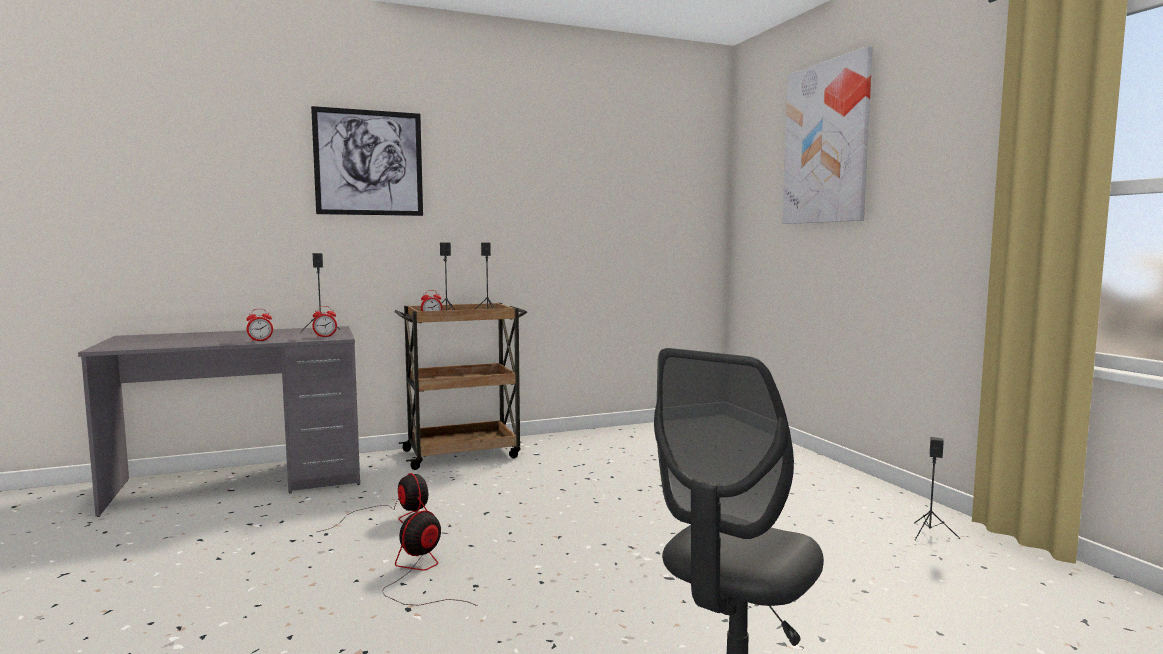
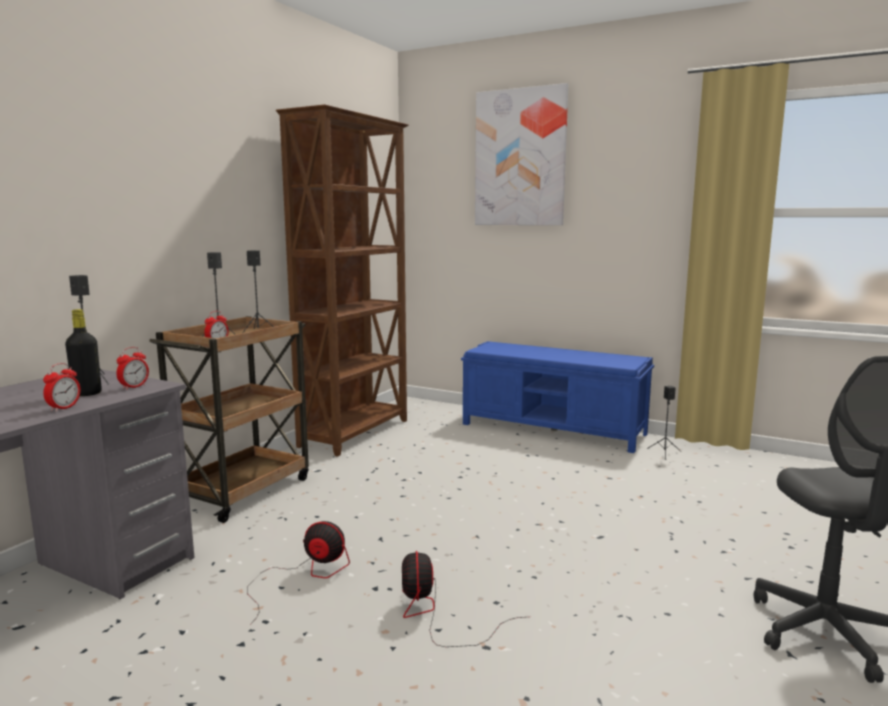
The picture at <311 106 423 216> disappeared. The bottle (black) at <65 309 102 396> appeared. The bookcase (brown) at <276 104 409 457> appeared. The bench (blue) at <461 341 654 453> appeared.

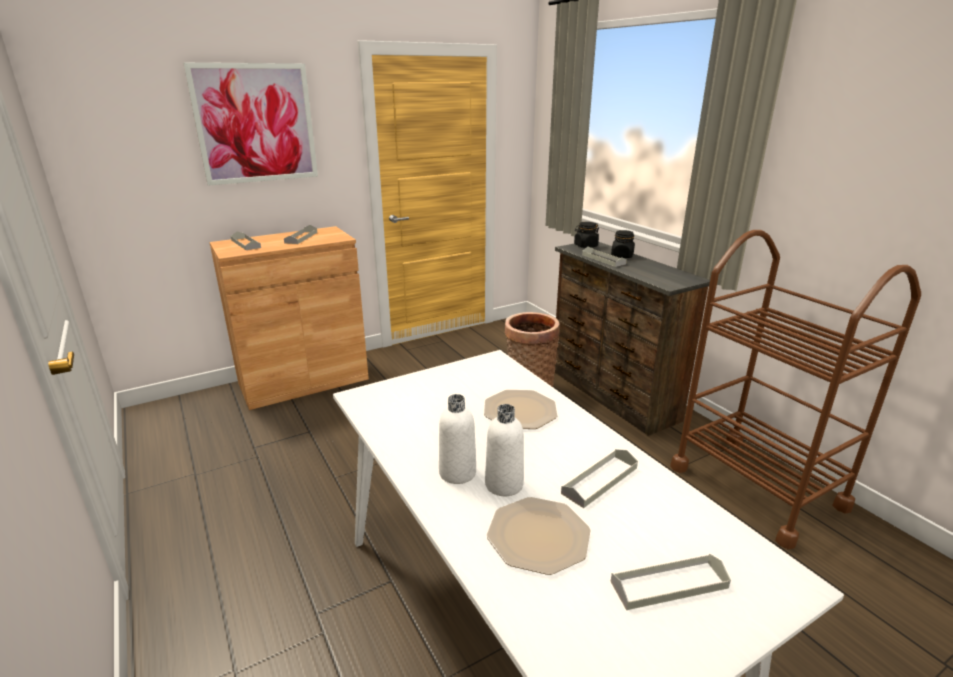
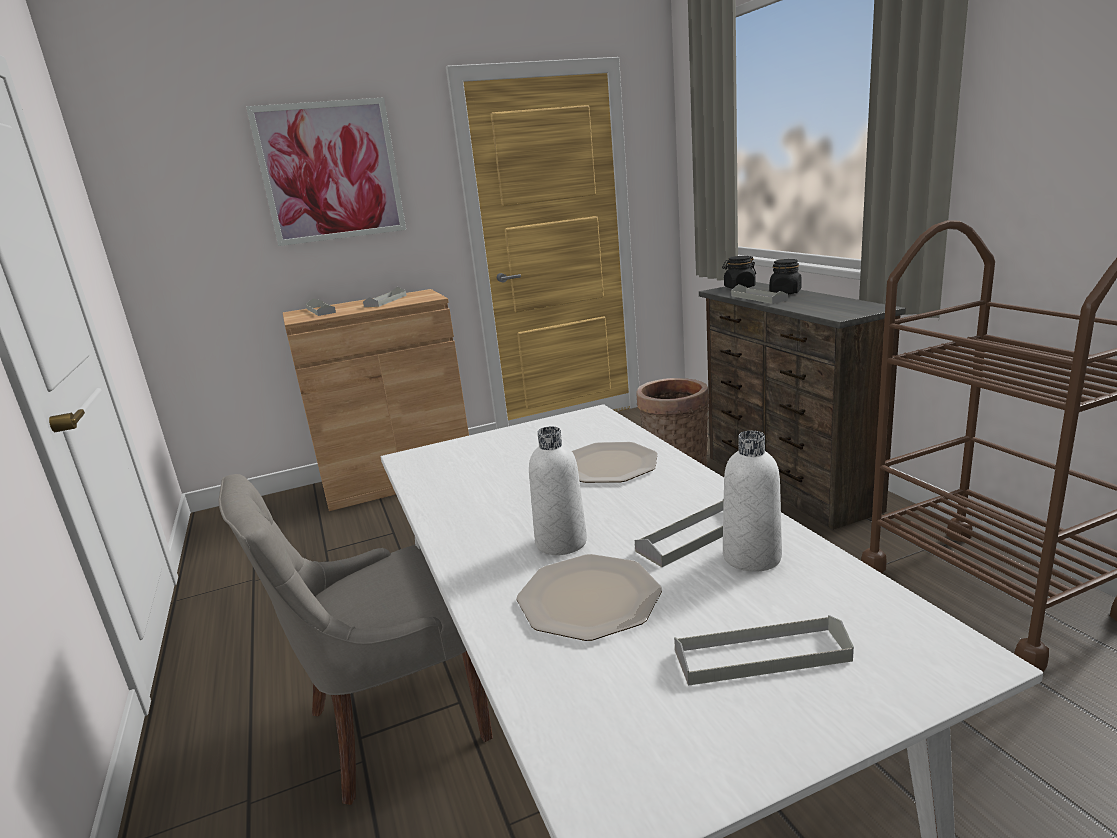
The chair (grey) at <218 474 493 805> appeared. The bottle (white) moved from <439 394 476 484> to <723 431 782 572>.

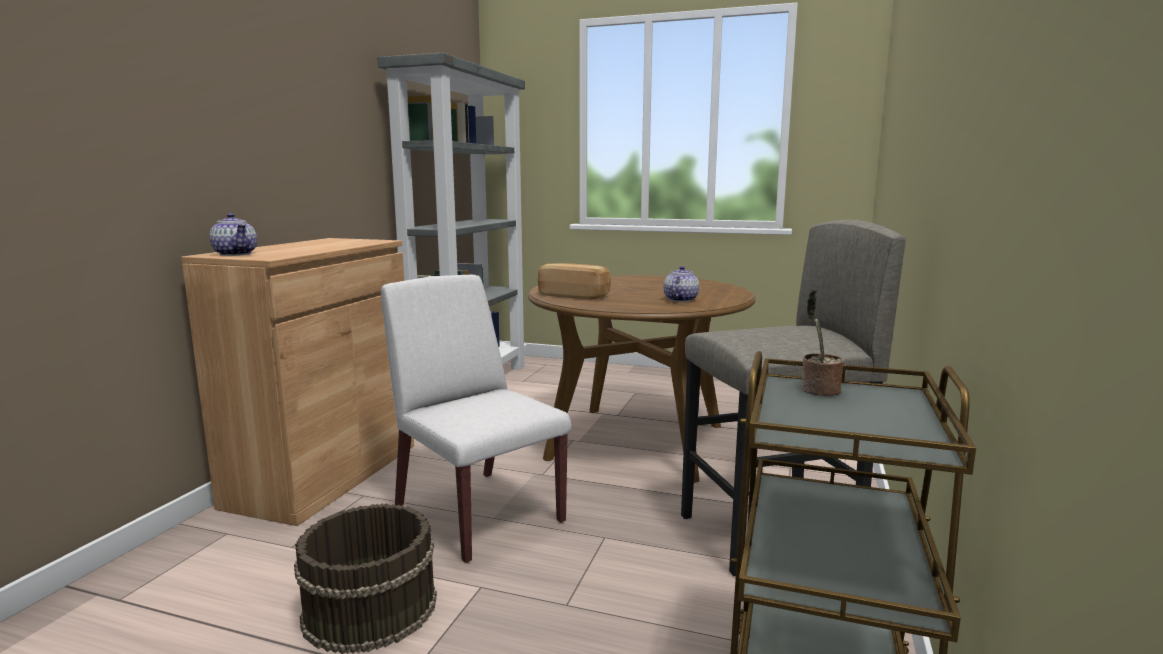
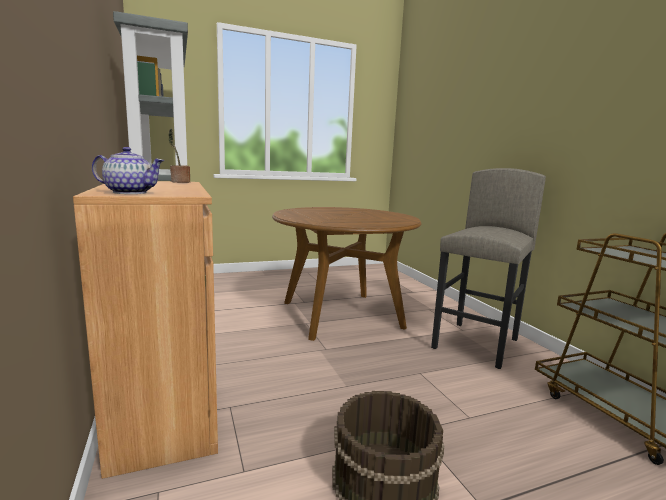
The chair (white) at <381 275 571 563> disappeared. The bread at <538 263 611 299> disappeared. The teapot at <664 266 699 302> disappeared. The potted plant moved from <802 289 844 396> to <168 128 190 183>.

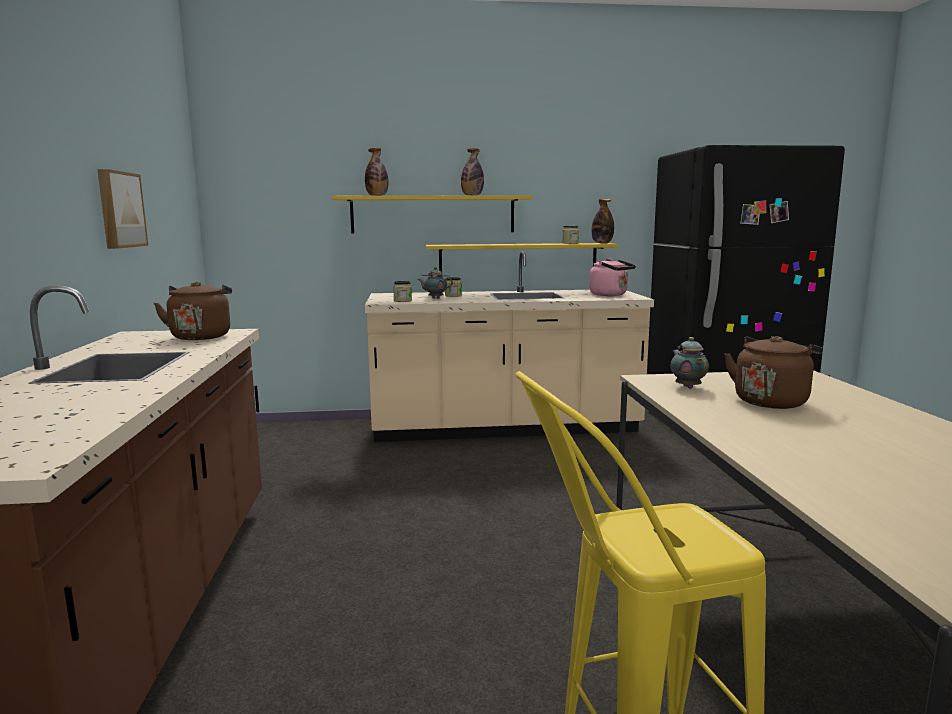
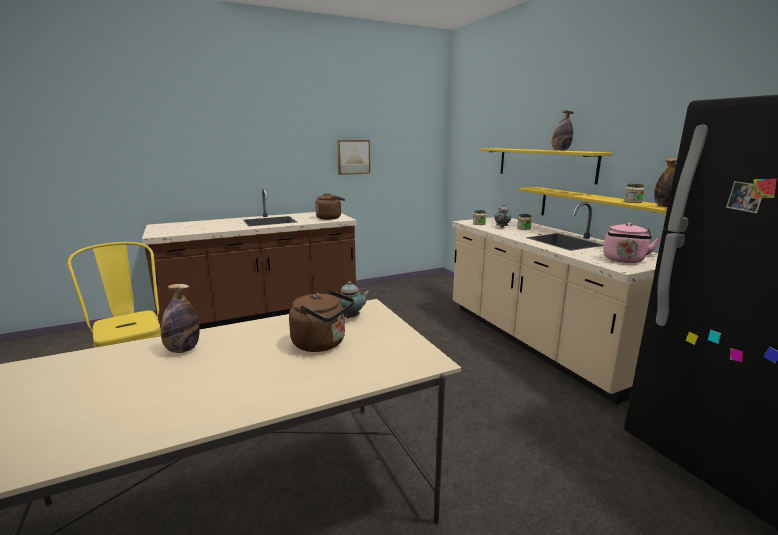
The bottle moved from <365 148 389 196> to <161 284 199 353>.

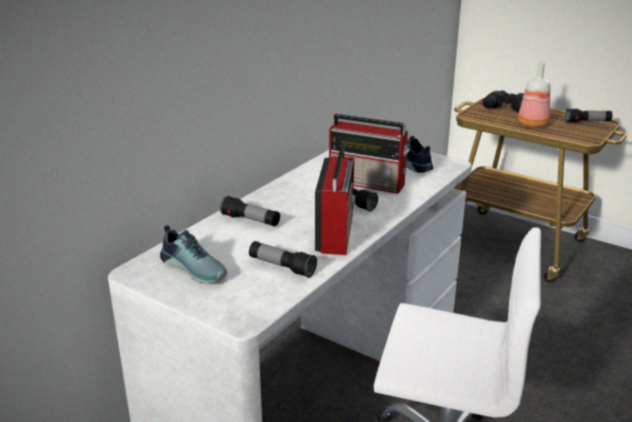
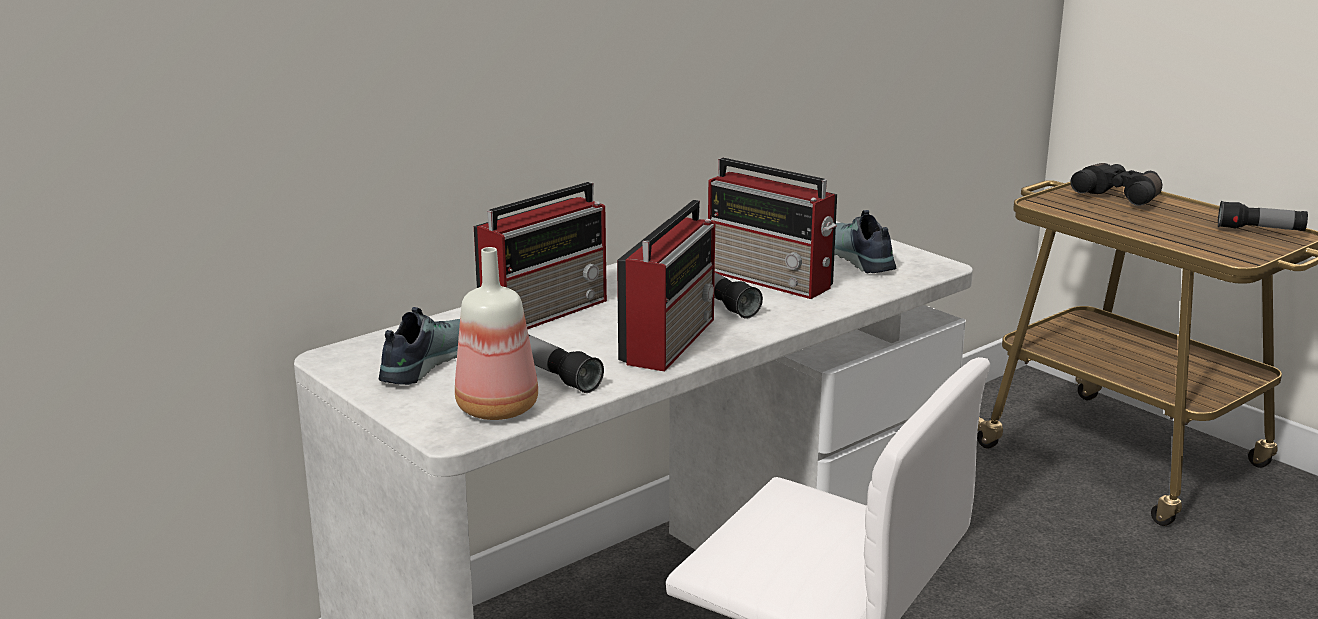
The bottle moved from <518 62 550 128> to <455 247 538 420>. The flashlight at <220 196 280 227> was replaced by the radio at <474 182 607 330>. The shoe at <160 225 227 284> turned 120 degrees counterclockwise.

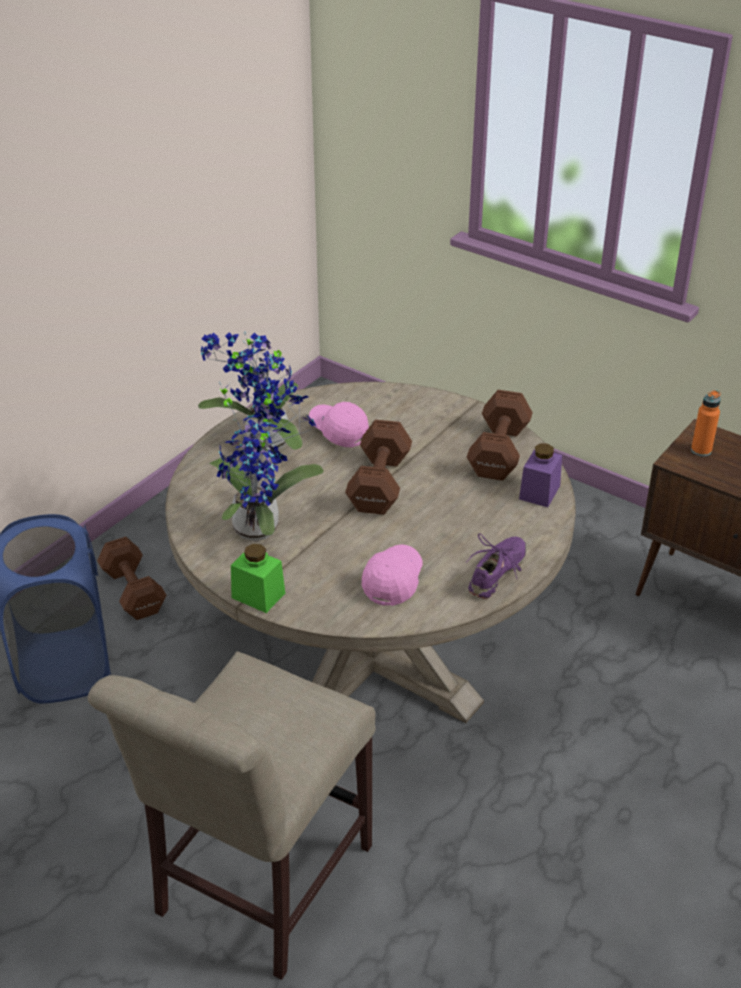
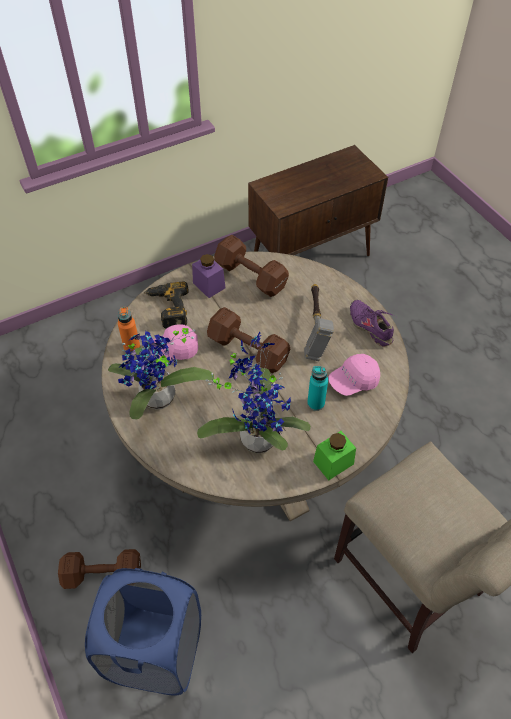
The power drill at <144 281 189 329> appeared. The hammer at <304 284 334 361> appeared. The bottle (turquoise) at <307 366 328 411> appeared. The jar (purple) moved from <519 443 562 507> to <192 254 226 298>. The bottle (orange) moved from <691 390 721 456> to <118 307 140 351>. The cap (pink) at <362 544 423 606> turned 75 degrees counterclockwise.

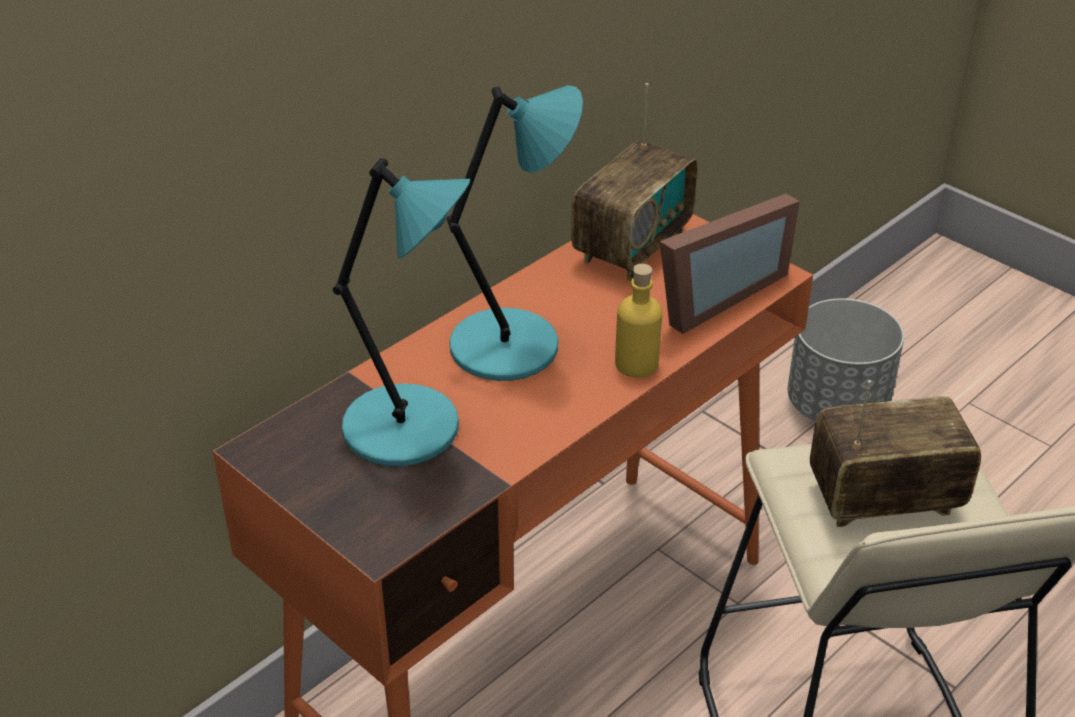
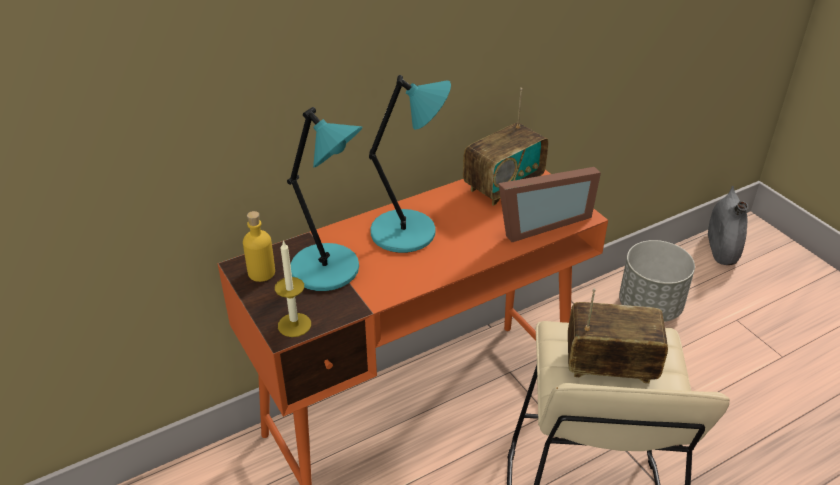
The candle at <275 240 311 337> appeared. The vase (grey) at <708 186 748 265> appeared. The bottle (yellow) moved from <615 264 662 378> to <243 211 275 282>.

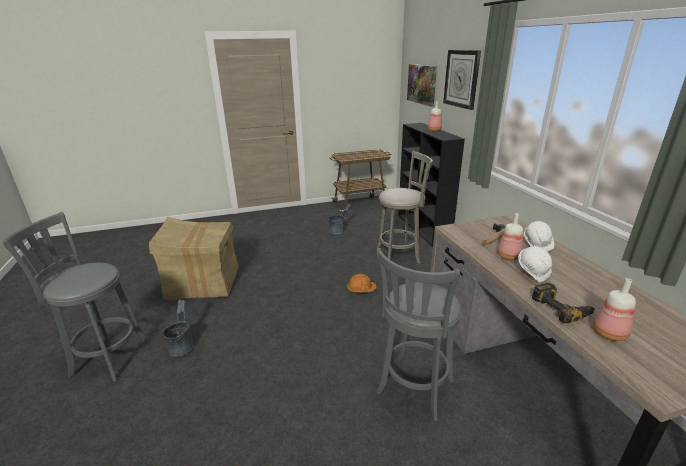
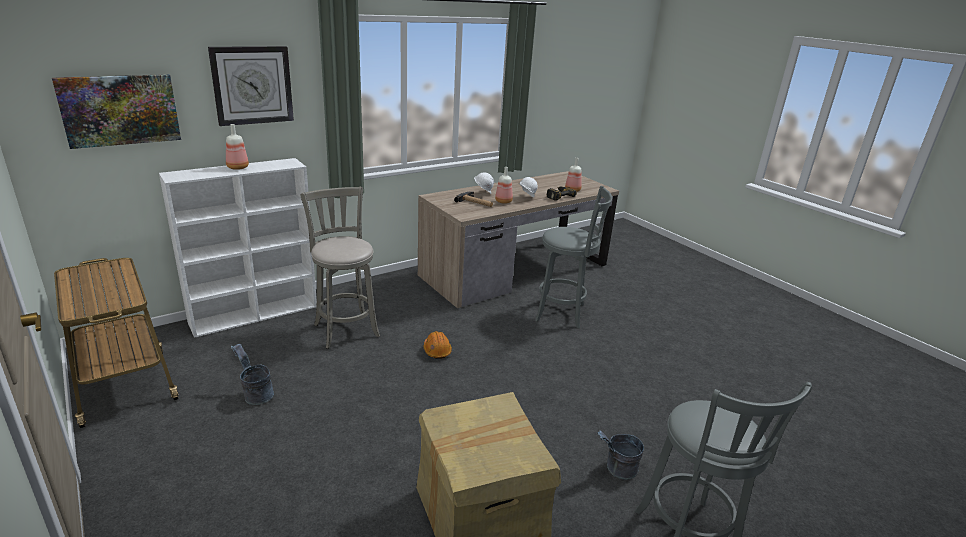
The bookcase (black) at <398 123 465 247> became the bookcase (white) at <159 158 317 338>.

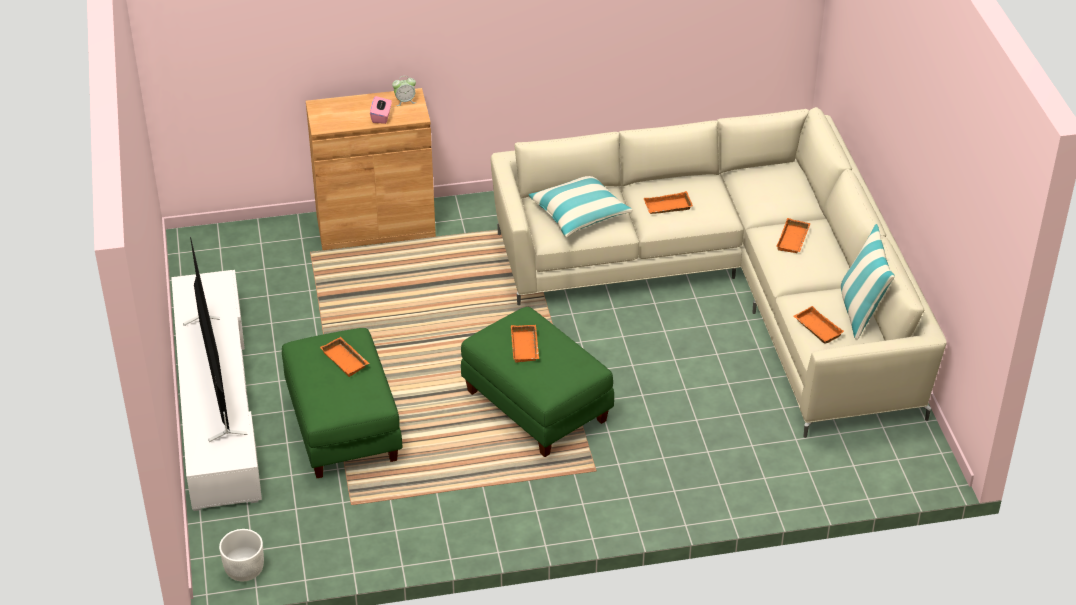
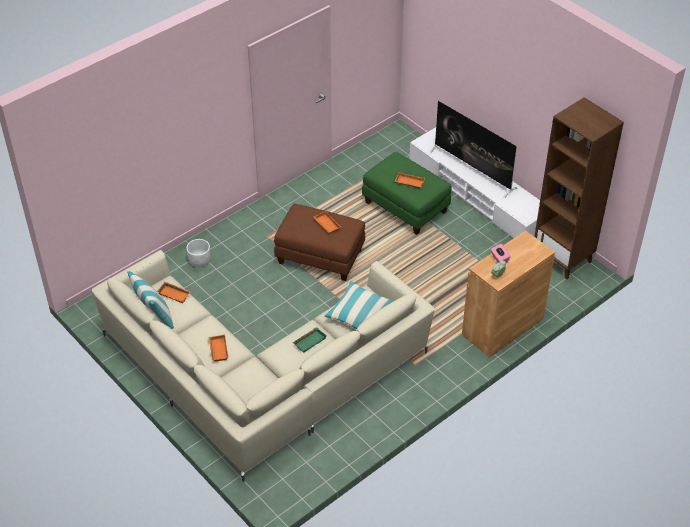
The bookcase (brown) at <534 97 624 279> appeared. The planter (white) moved from <219 529 264 581> to <187 239 210 267>. The ottoman (green) at <461 307 614 457> became the ottoman (brown) at <274 204 365 281>. The tray (orange) at <643 191 693 214> became the tray (green) at <293 327 327 353>.

